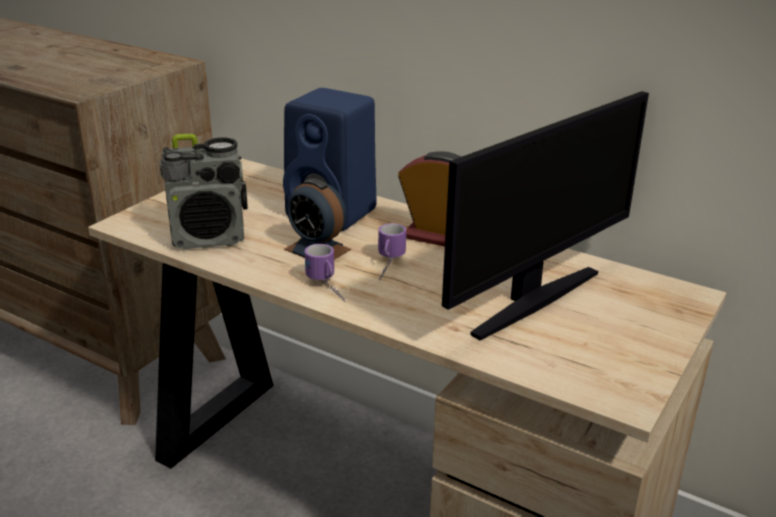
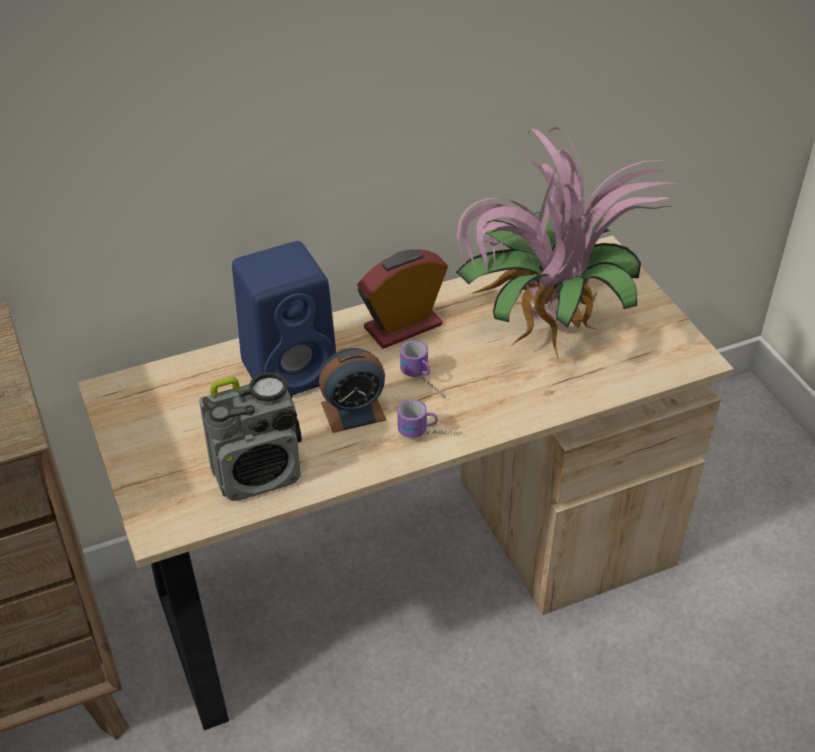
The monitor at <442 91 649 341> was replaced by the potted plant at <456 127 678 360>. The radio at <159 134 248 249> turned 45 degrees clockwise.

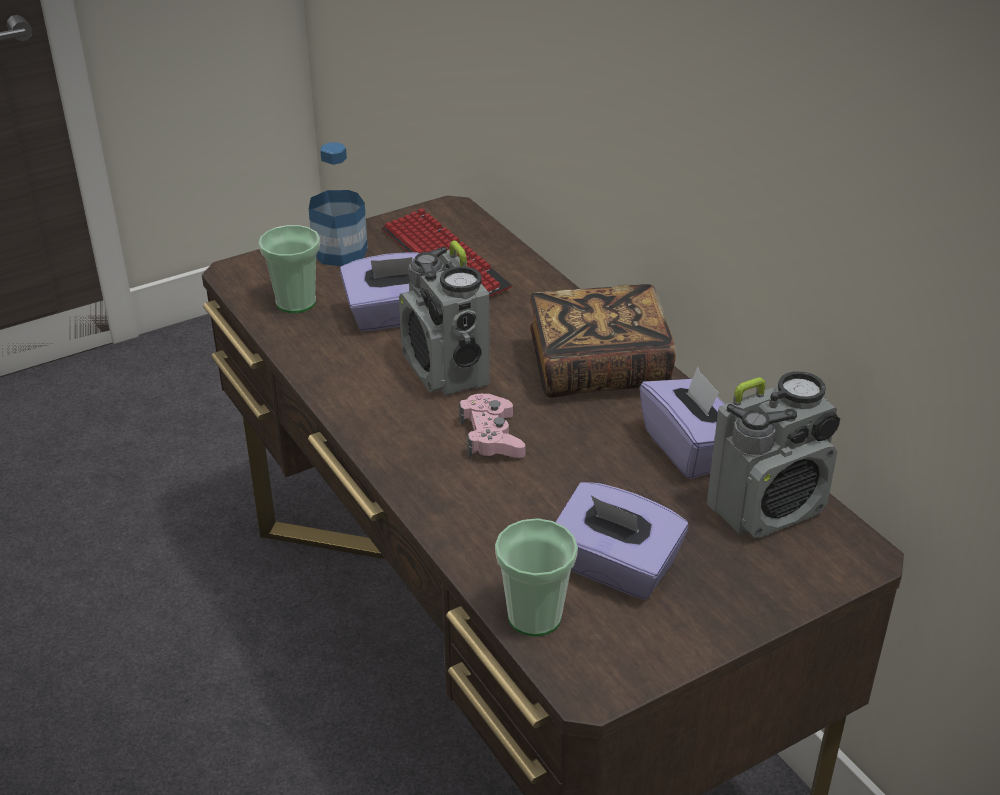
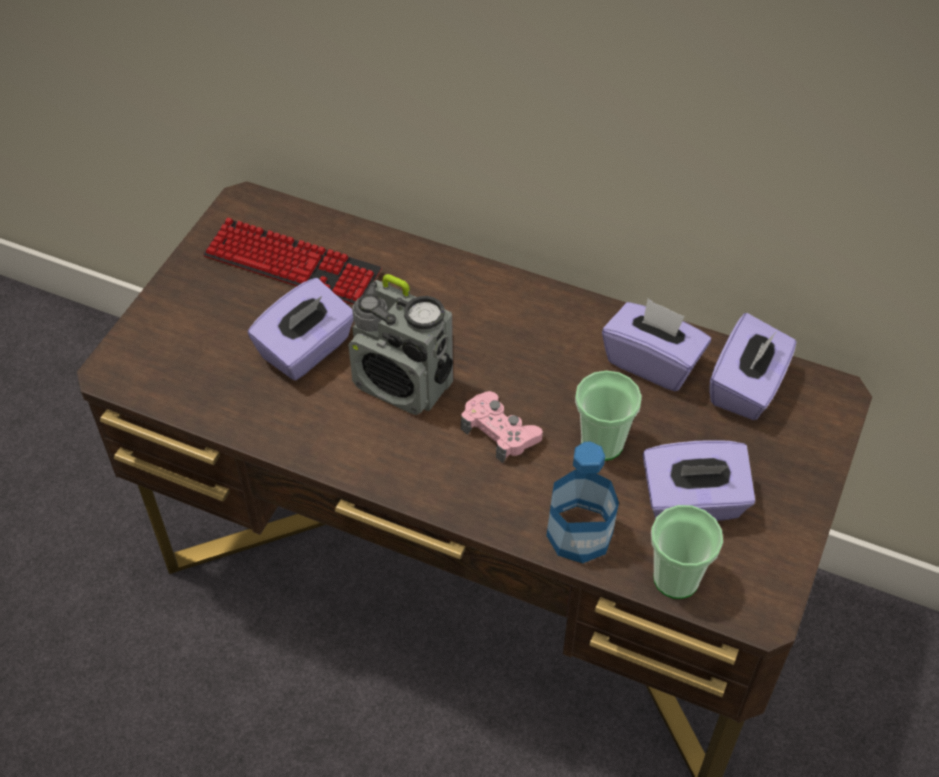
The book at <530 284 676 398> disappeared. The cup moved from <259 225 320 313> to <575 370 642 461>. The bottle moved from <309 143 368 266> to <546 442 619 563>. The radio at <707 371 840 538> was replaced by the tissue box (purple) at <709 313 796 420>.

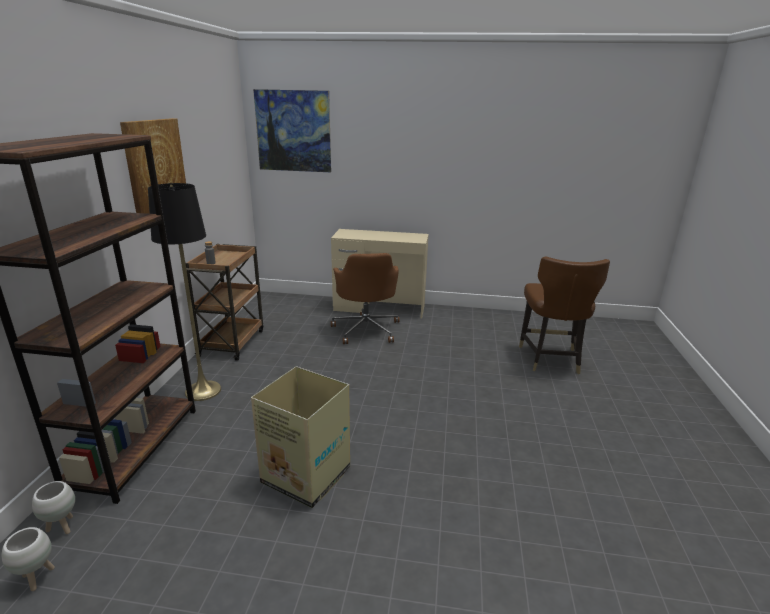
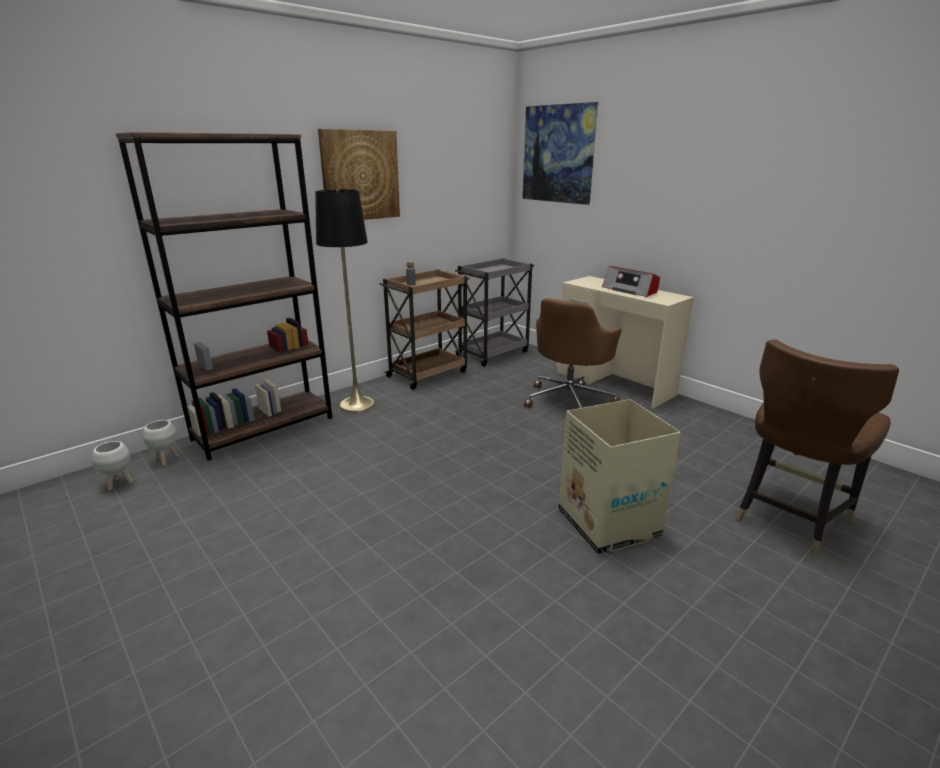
The cart (grey) at <454 258 534 367> appeared. The radio at <602 266 660 297> appeared. The cardboard box moved from <251 366 350 508> to <559 399 681 554>.

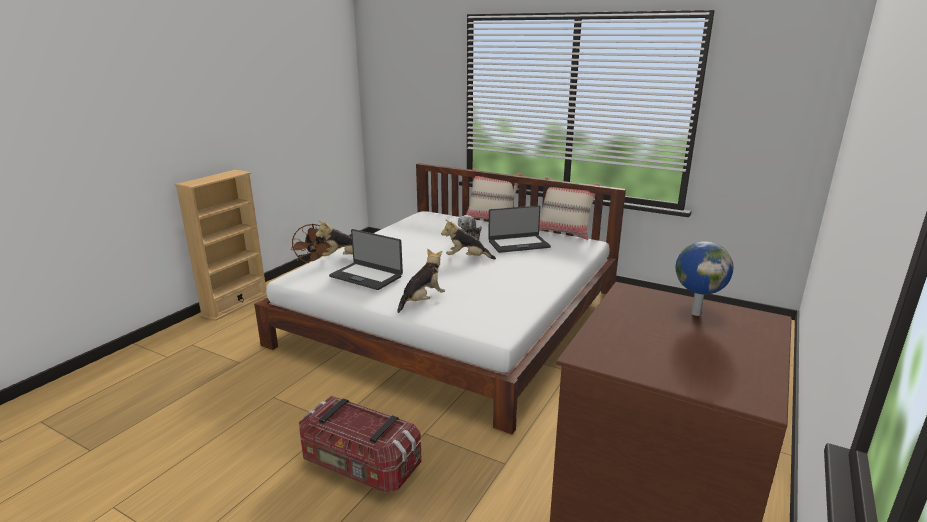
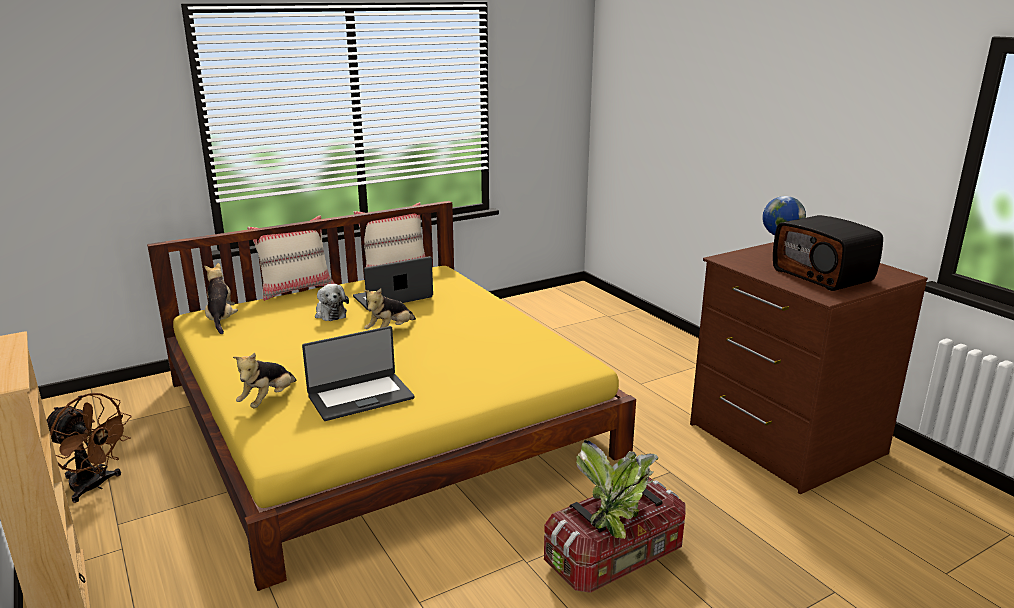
The potted plant at <576 440 658 539> appeared. The radio at <773 215 883 291> appeared. The plush toy moved from <397 249 445 313> to <204 263 238 334>. The bed (white) at <254 163 626 434> became the bed (yellow) at <147 201 636 591>. The laptop at <488 205 551 253> turned 135 degrees counterclockwise.

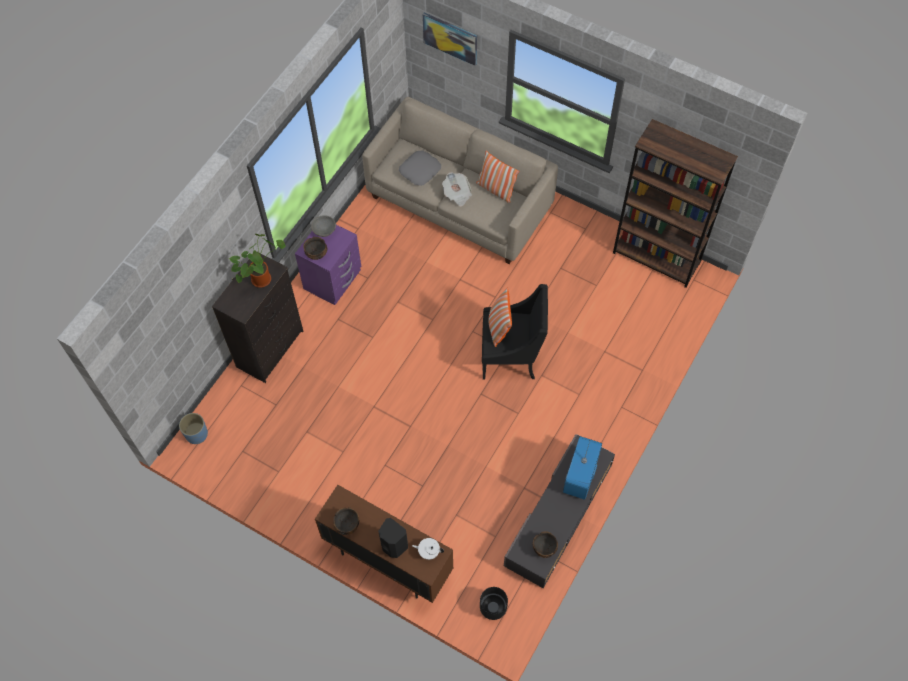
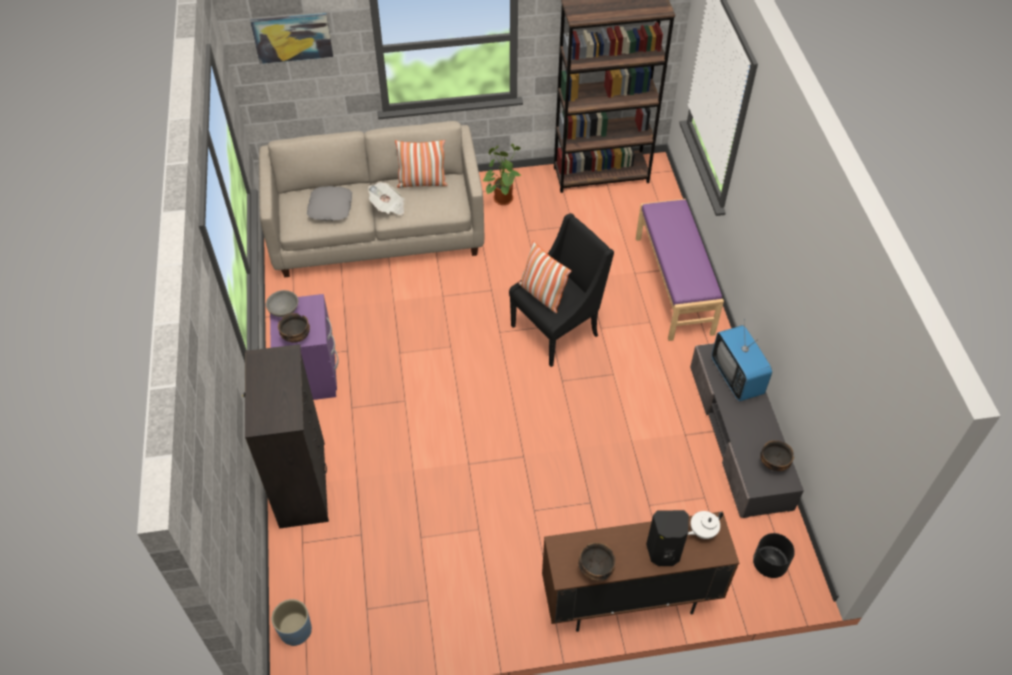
The bench (purple) at <636 199 724 341> appeared. The potted plant moved from <229 234 285 288> to <483 144 522 205>.

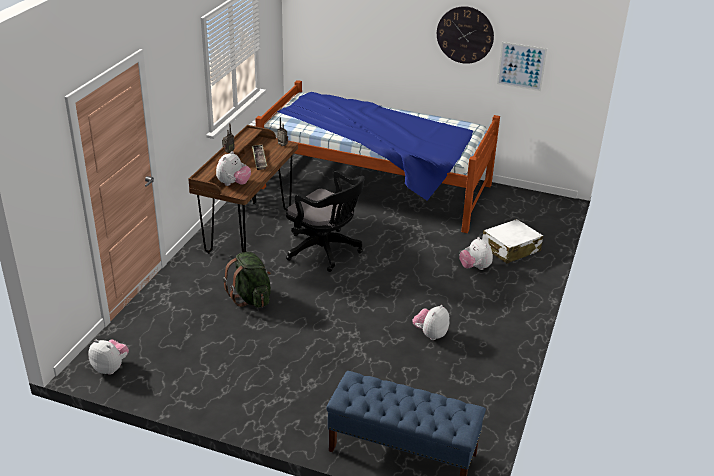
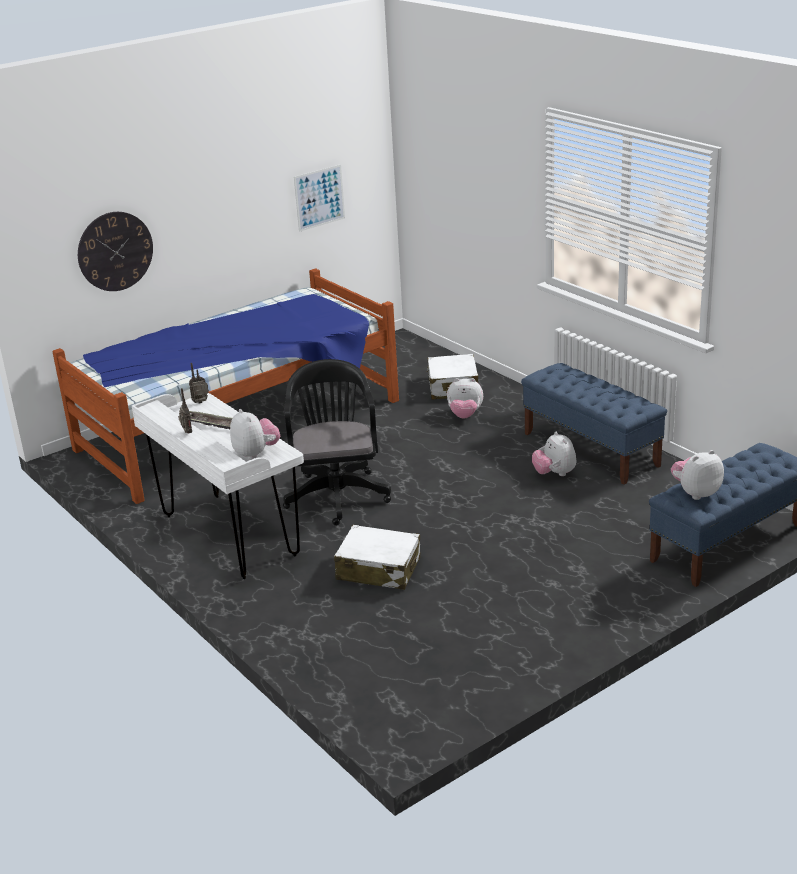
The bench (blue) at <521 363 667 485> appeared. The plush toy moved from <88 339 129 375> to <671 450 724 500>. The wall clock moved from <437 6 494 64> to <78 212 153 291>. The backpack (green) at <223 252 271 308> was replaced by the suitcase (white) at <334 525 420 590>. The desk (brown) at <188 125 298 254> became the desk (white) at <132 393 304 579>. The office chair (black) at <286 170 365 272> turned 75 degrees counterclockwise.

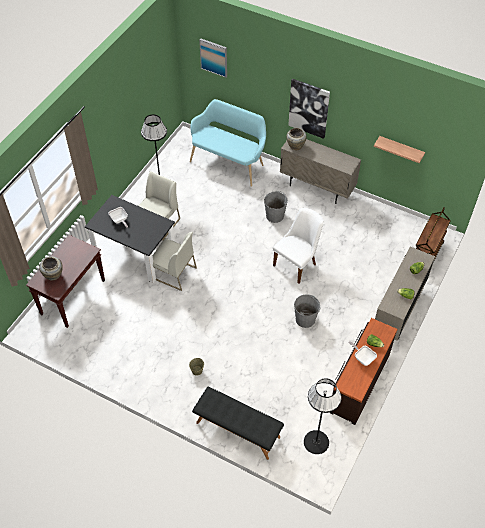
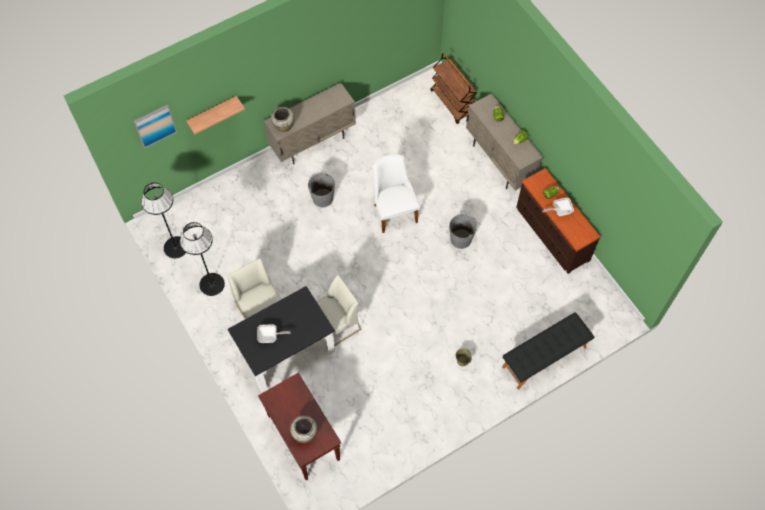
The bench (turquoise) at <190 99 266 187> disappeared. The picture at <288 79 330 139> disappeared. The floor lamp (black) moved from <304 378 341 454> to <141 183 186 258>. The shelf moved from <374 136 425 163> to <186 96 245 134>.

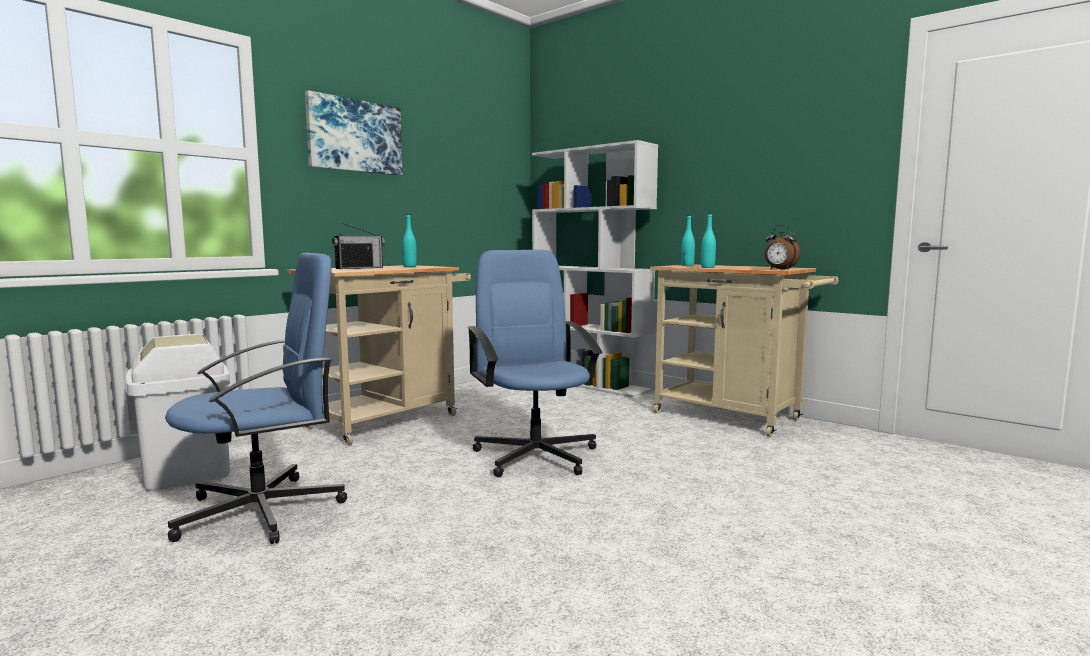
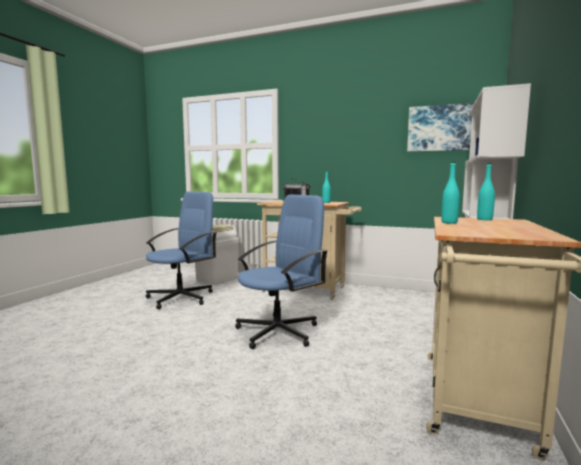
The alarm clock at <765 225 800 270> disappeared. The picture moved from <305 90 402 175> to <407 103 474 152>. The office chair (blue) at <165 253 347 544> turned 90 degrees counterclockwise.

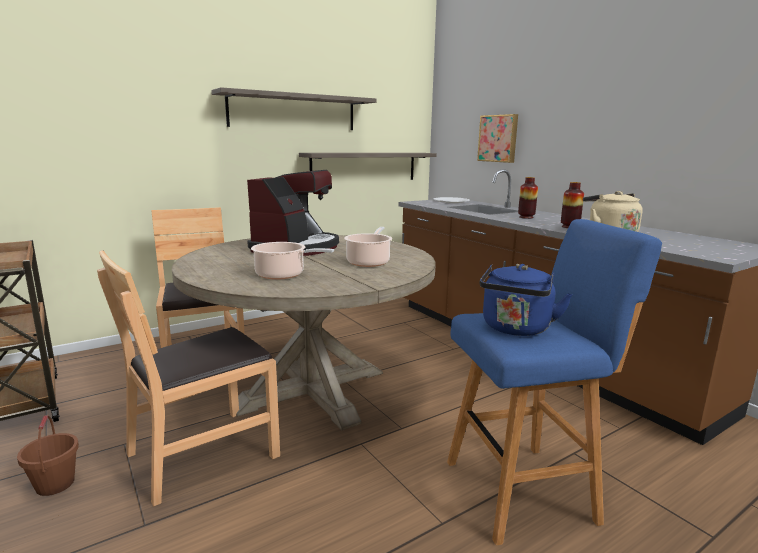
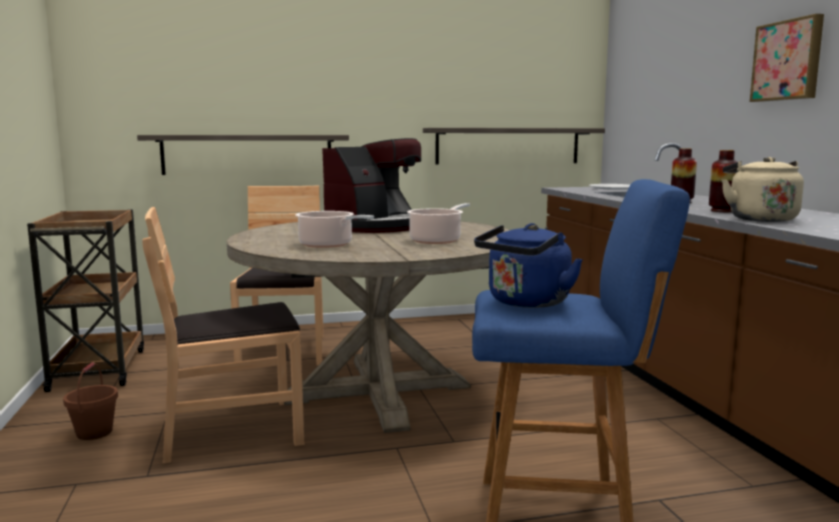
The shelf moved from <211 87 377 130> to <137 135 349 175>. The picture moved from <477 114 518 163> to <750 14 824 102>.

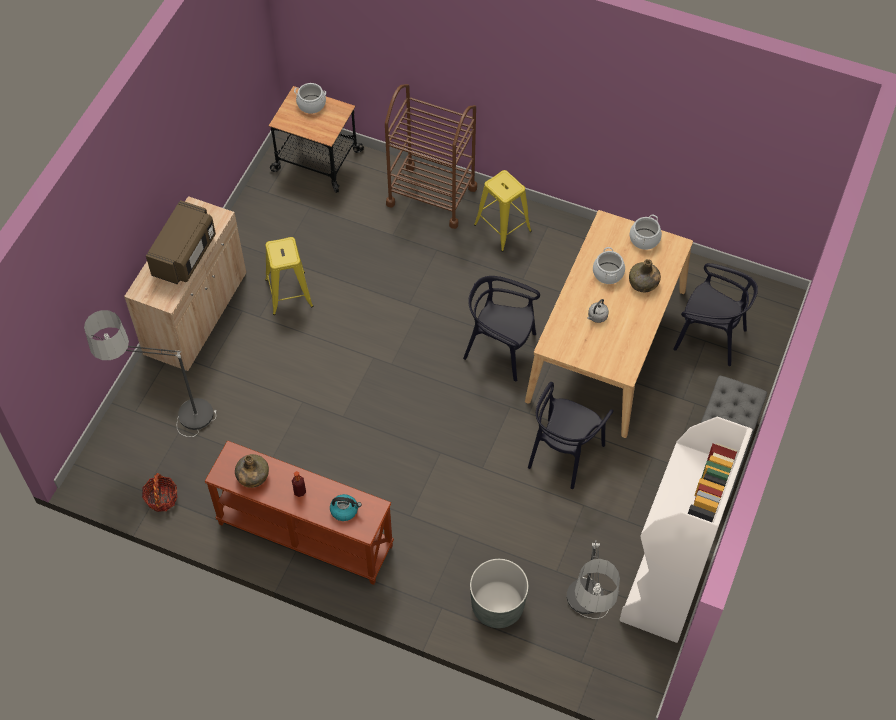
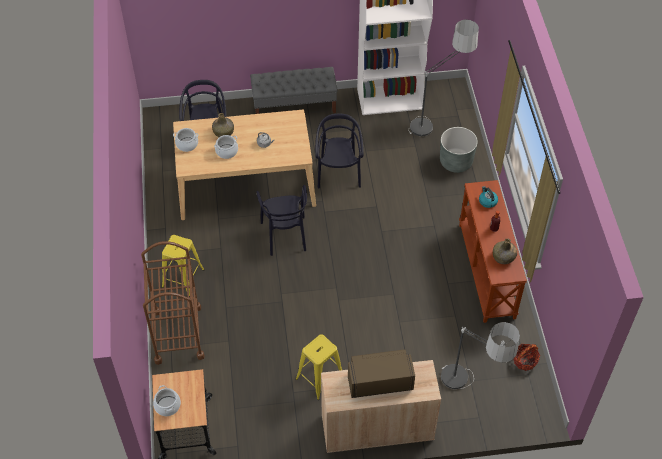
The chair (black) at <528 382 614 489> turned 90 degrees counterclockwise.

